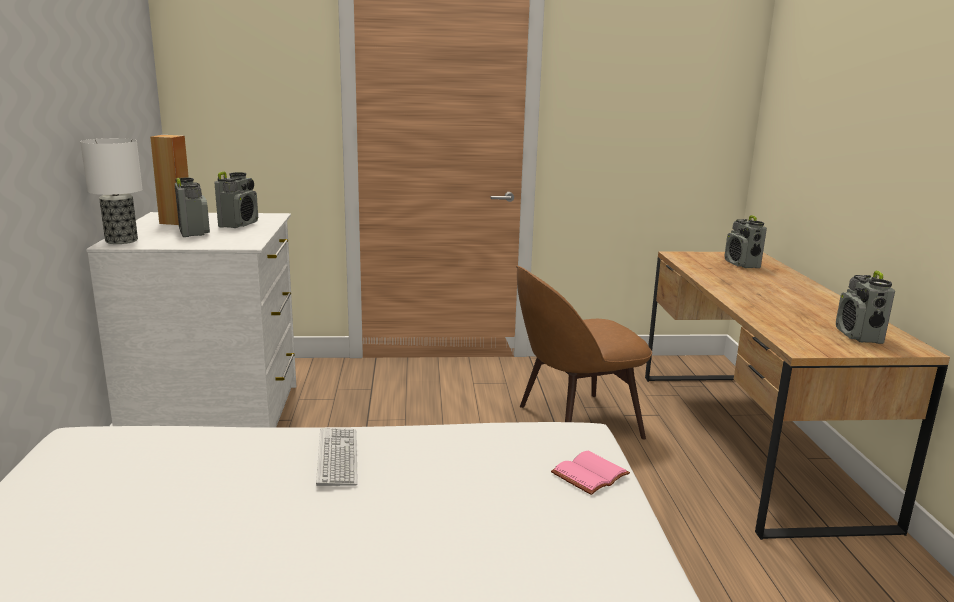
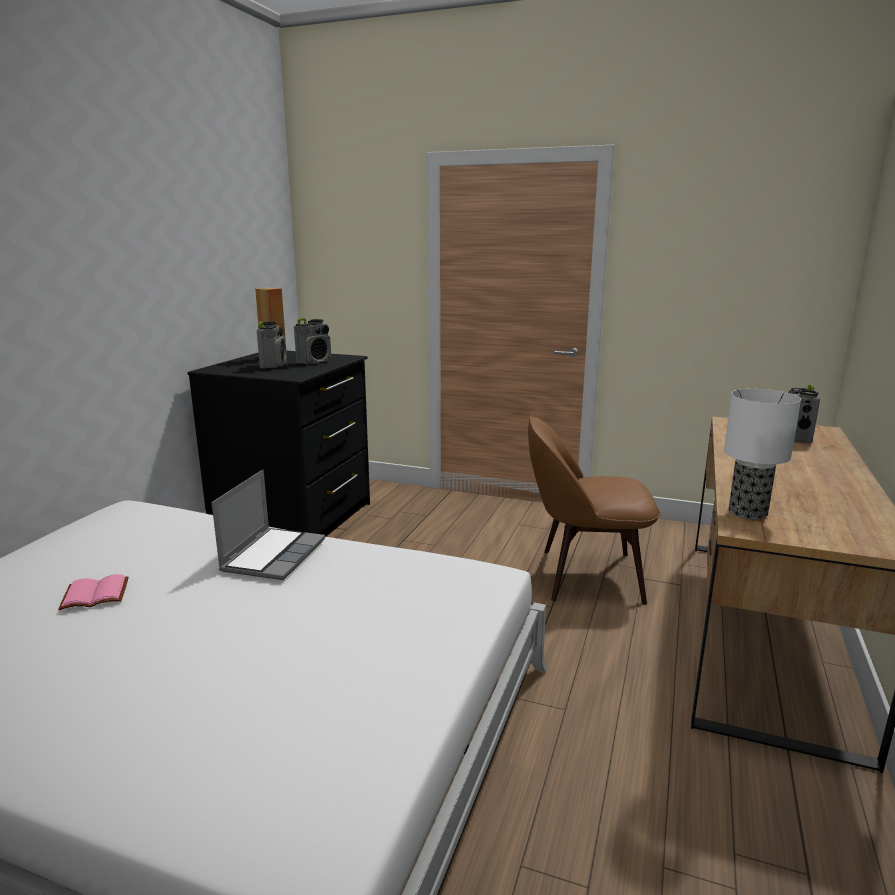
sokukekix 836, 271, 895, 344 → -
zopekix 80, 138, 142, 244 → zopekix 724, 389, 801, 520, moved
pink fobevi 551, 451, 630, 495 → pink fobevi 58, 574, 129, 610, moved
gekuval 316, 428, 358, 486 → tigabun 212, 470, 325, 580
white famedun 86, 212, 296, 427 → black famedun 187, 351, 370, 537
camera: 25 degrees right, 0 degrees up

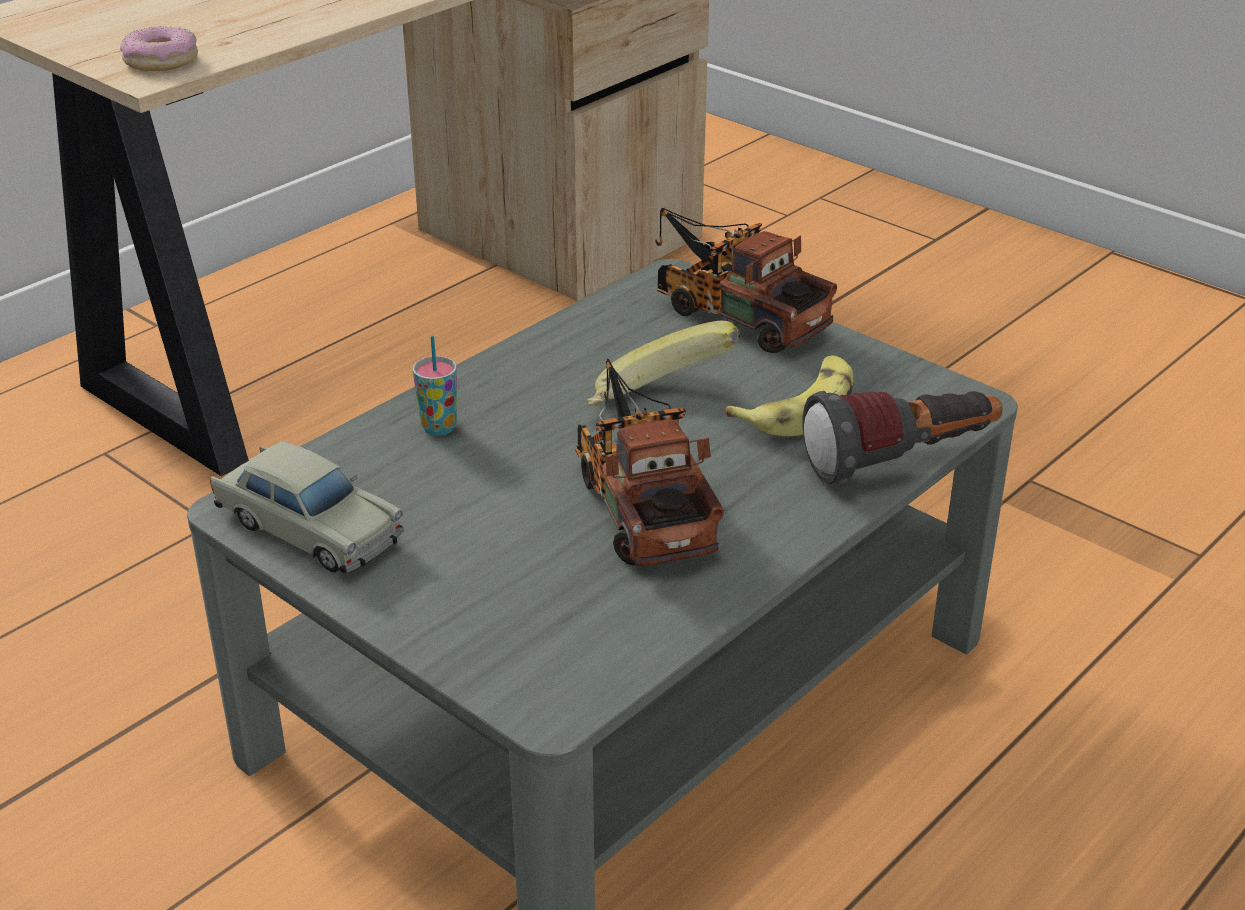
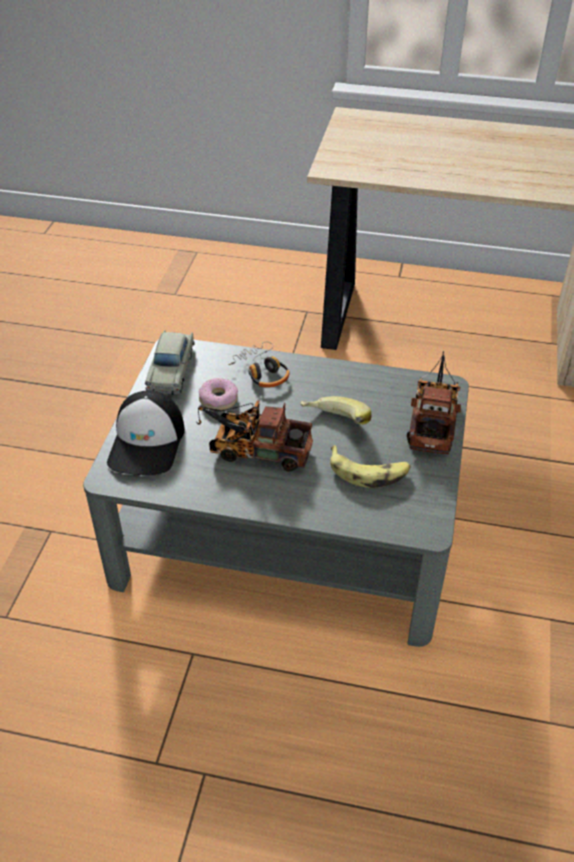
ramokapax 803, 391, 1003, 485 → -
- → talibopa 107, 390, 185, 476
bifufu 120, 26, 198, 71 → bifufu 199, 378, 238, 411, moved
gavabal 413, 335, 457, 436 → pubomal 229, 342, 290, 388
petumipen 575, 359, 724, 566 → petumipen 196, 400, 313, 472, 120 degrees counterclockwise
camera: 60 degrees right, 10 degrees up

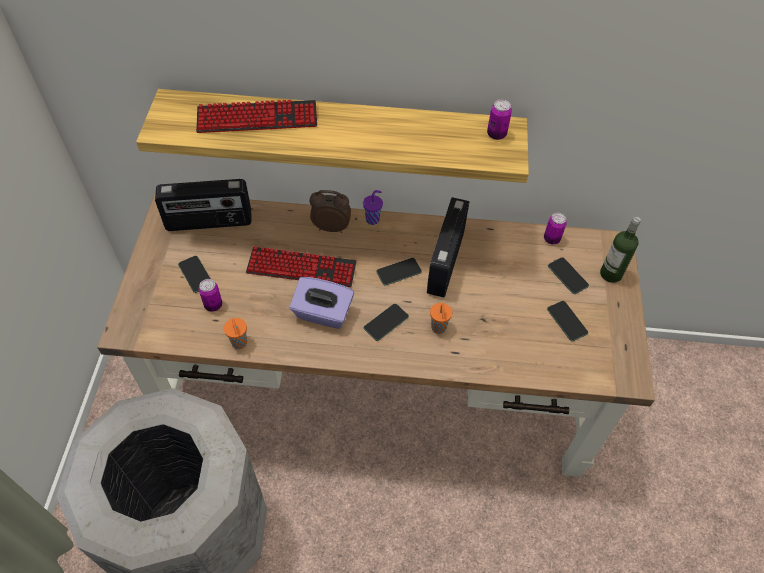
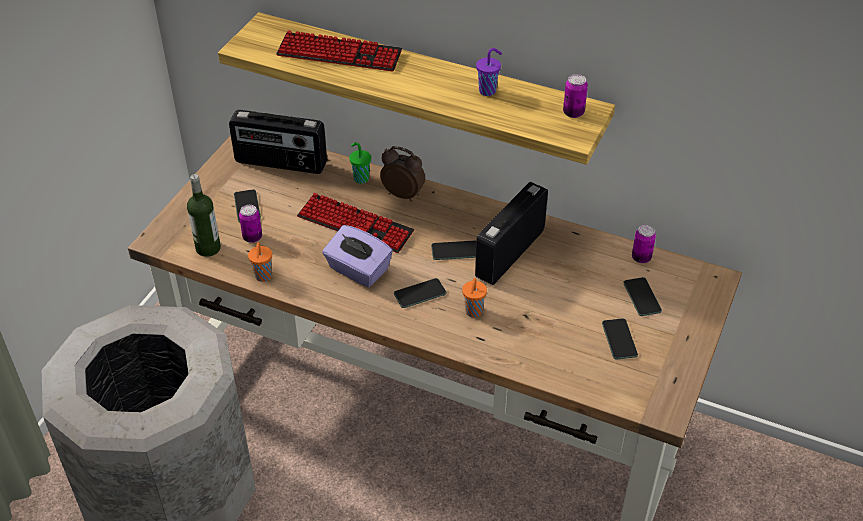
- → green gavabal 349, 142, 371, 184
purple gavabal 363, 190, 383, 225 → purple gavabal 476, 48, 502, 96, moved
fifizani 600, 217, 641, 283 → fifizani 187, 174, 221, 257, moved
camera: 20 degrees right, 10 degrees down

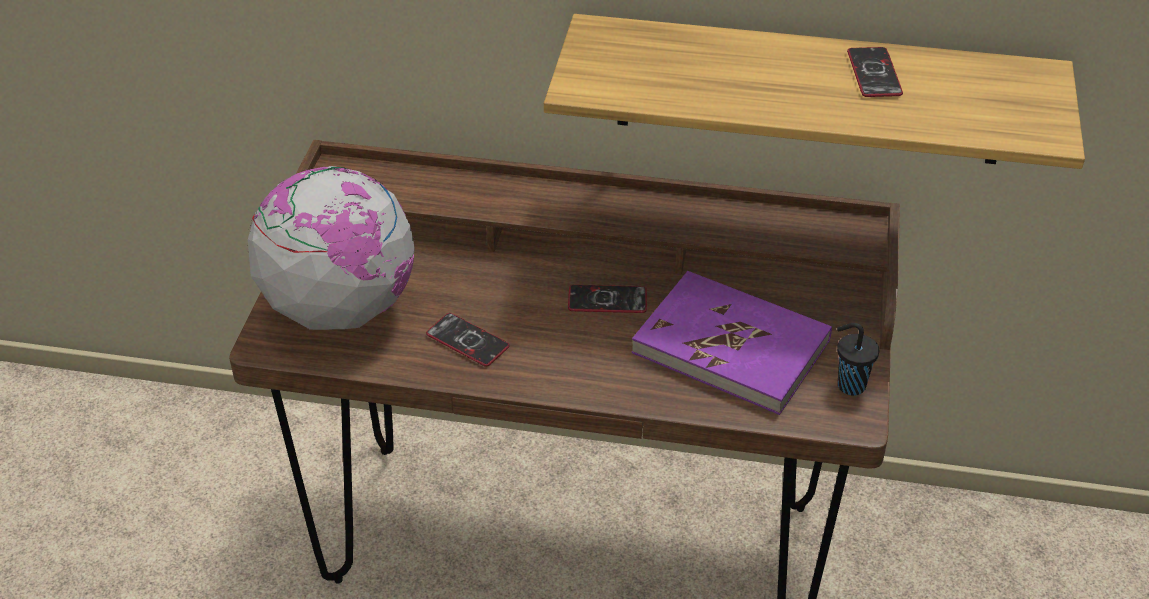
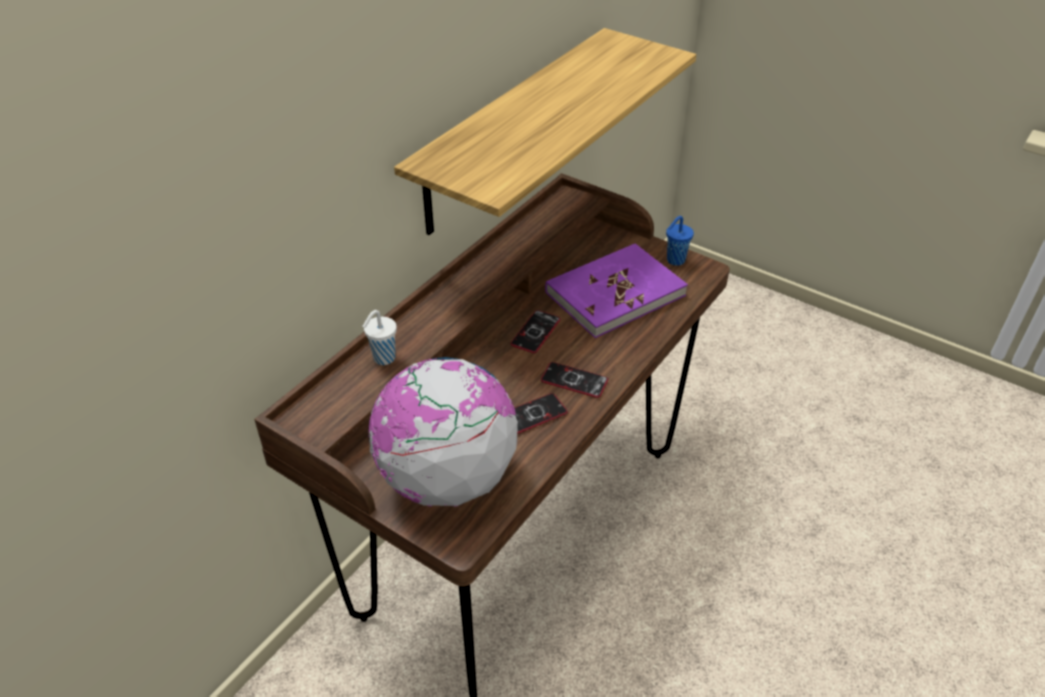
- → white gavabal 362, 310, 397, 365
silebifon 847, 47, 903, 97 → silebifon 541, 362, 608, 398, moved
black gavabal 837, 323, 879, 396 → blue gavabal 666, 216, 694, 266
camera: 65 degrees left, 0 degrees up

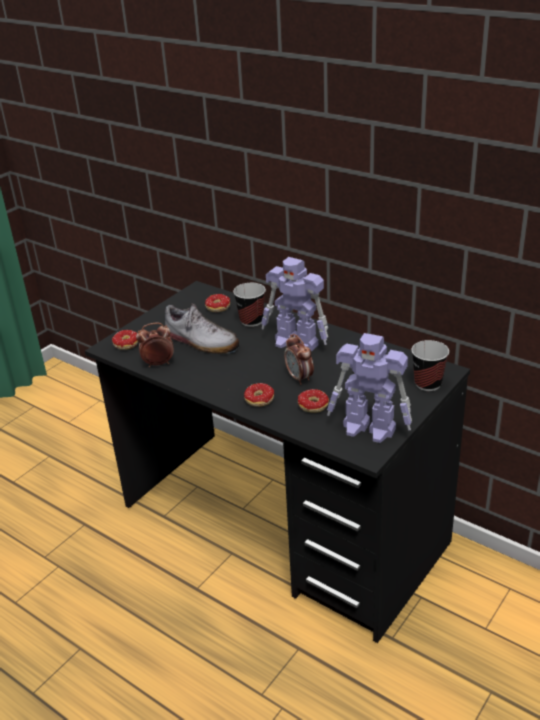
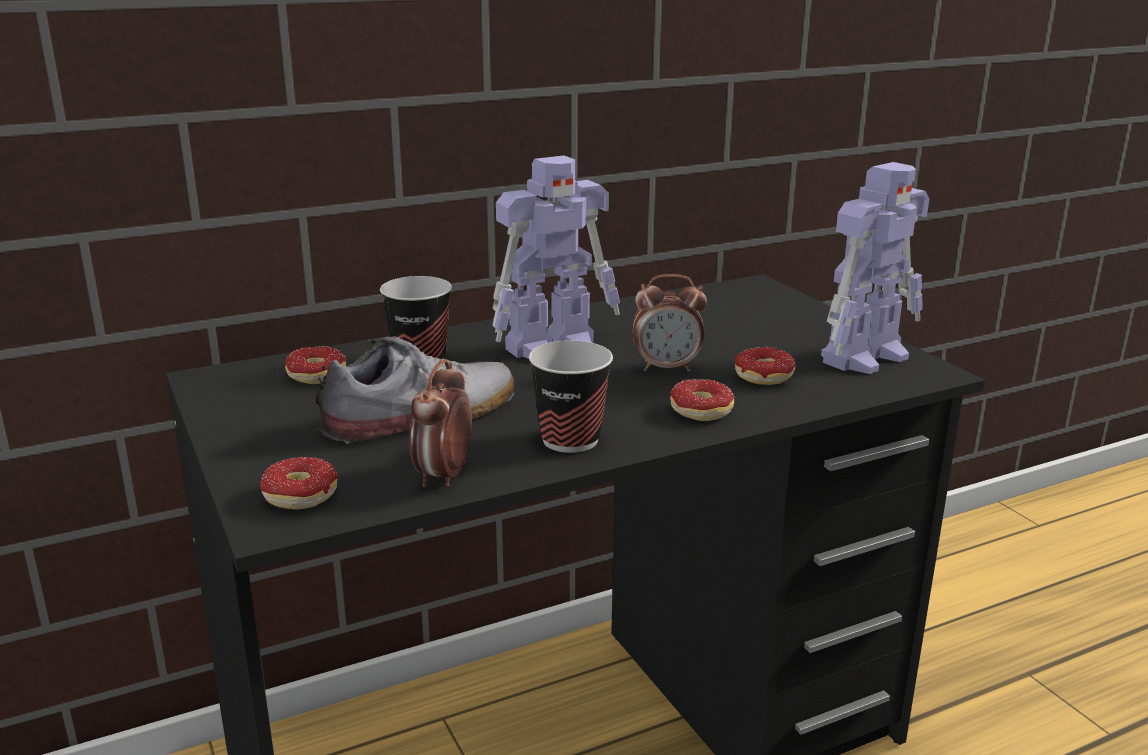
gavabal 411, 340, 449, 391 → gavabal 529, 340, 613, 453, moved
camera: 65 degrees left, 10 degrees down

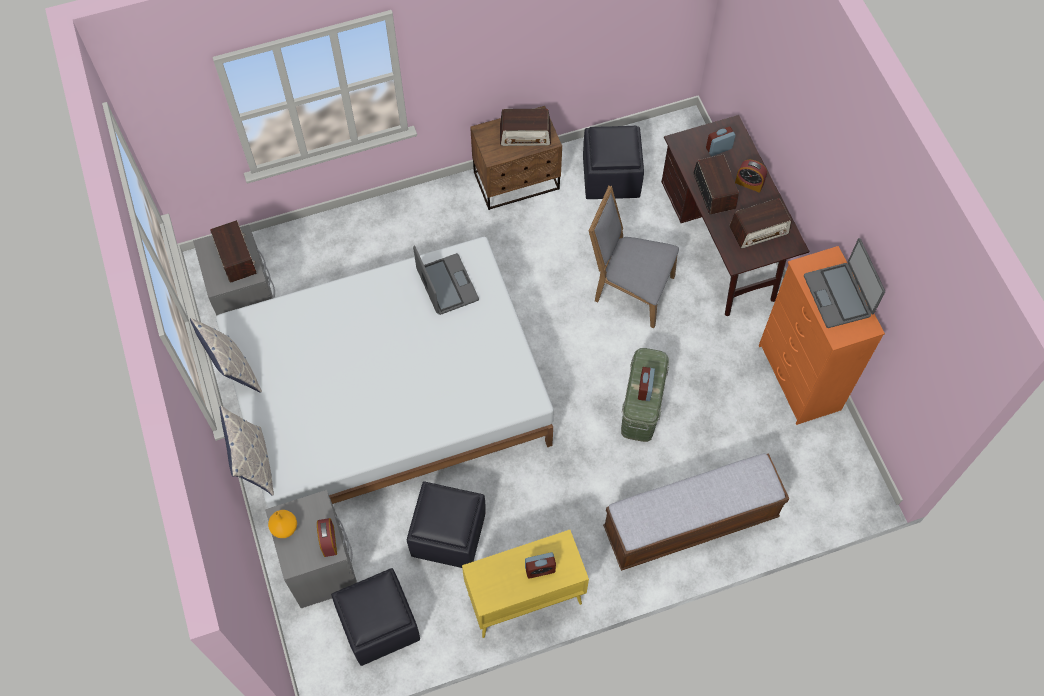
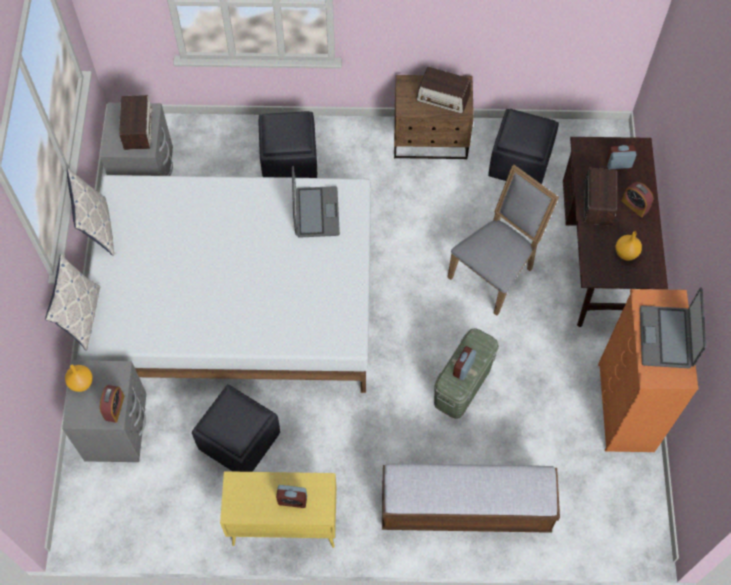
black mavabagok 331, 568, 420, 666 → black mavabagok 259, 111, 317, 178, moved
sokukekix 729, 198, 792, 249 → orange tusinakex 616, 231, 642, 261
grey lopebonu 589, 186, 679, 328 → grey lopebonu 447, 164, 559, 316, 90 degrees clockwise
camera: 20 degrees right, 0 degrees up

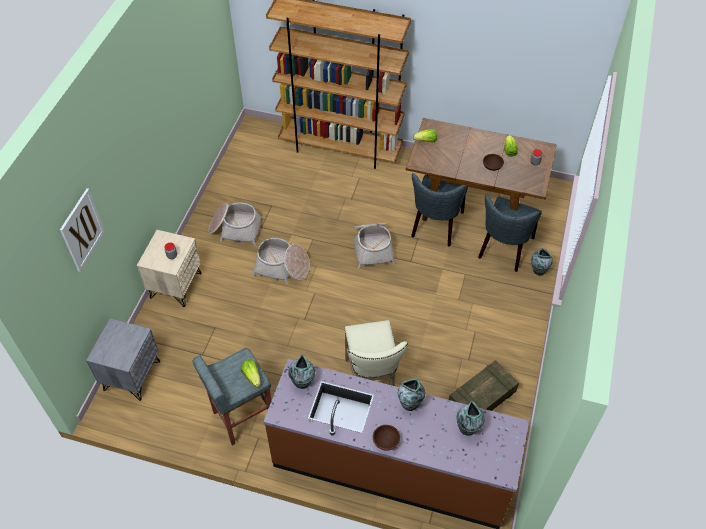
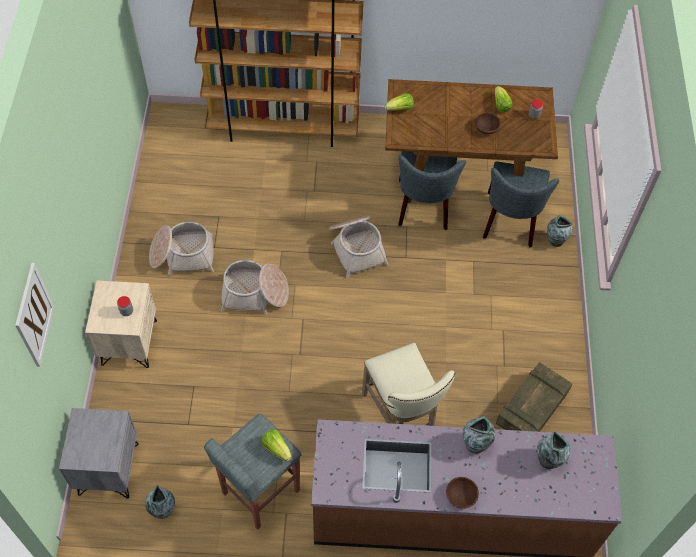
tusinakex 288, 354, 315, 389 → tusinakex 145, 485, 175, 519, moved
camera: 15 degrees left, 5 degrees up

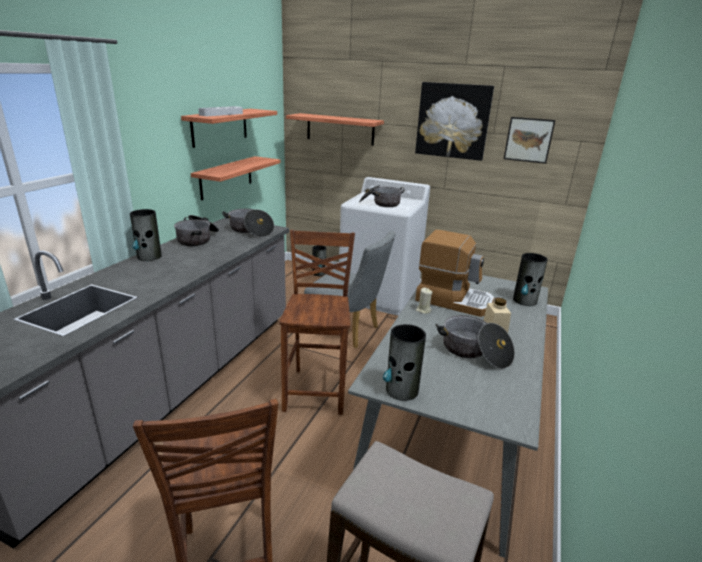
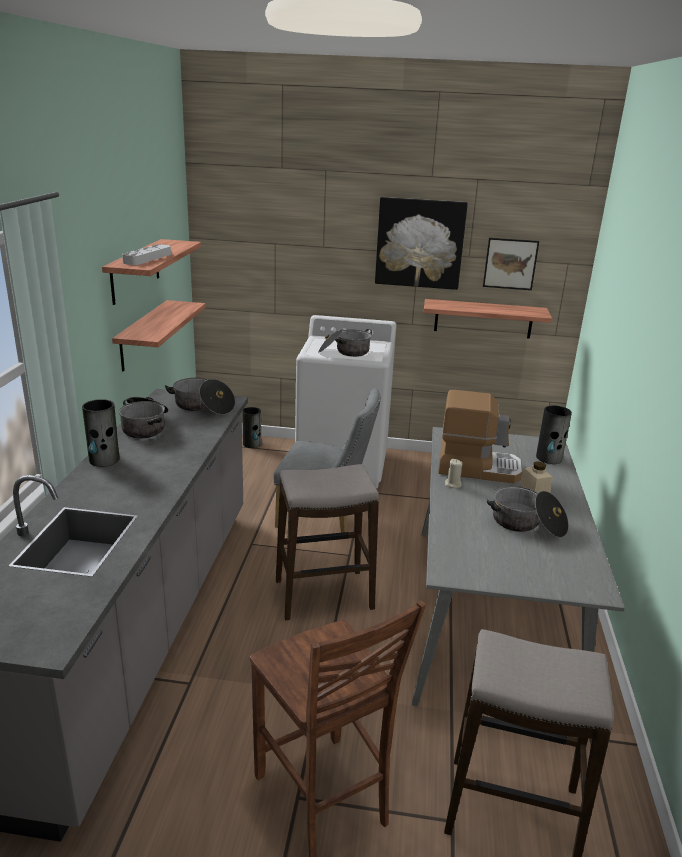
tusinakex 383, 324, 426, 401 → -
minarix 286, 113, 384, 146 → minarix 424, 299, 552, 339, moved
brown lopebonu 279, 230, 355, 415 → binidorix 276, 464, 379, 620
camera: 15 degrees left, 0 degrees up

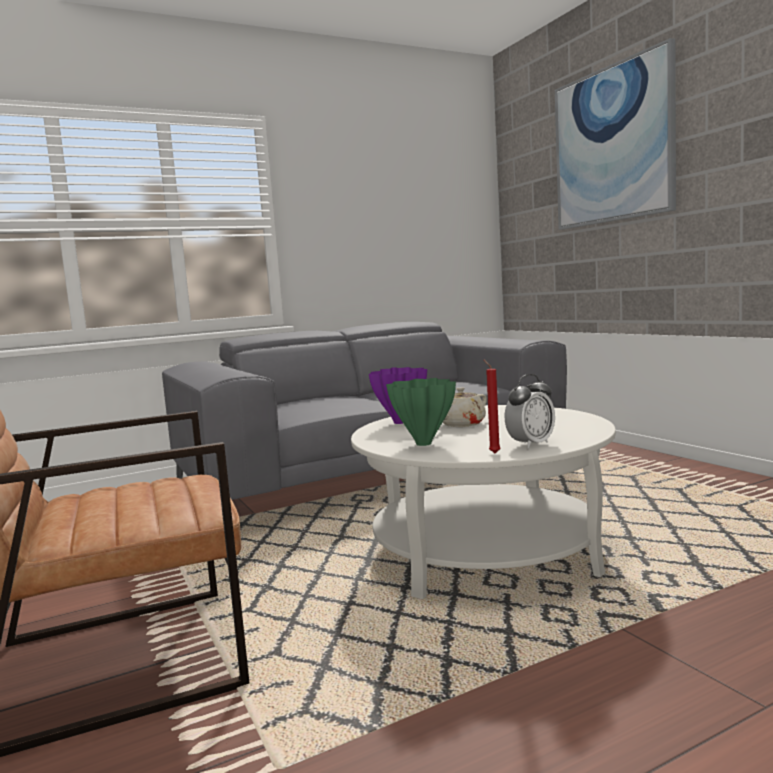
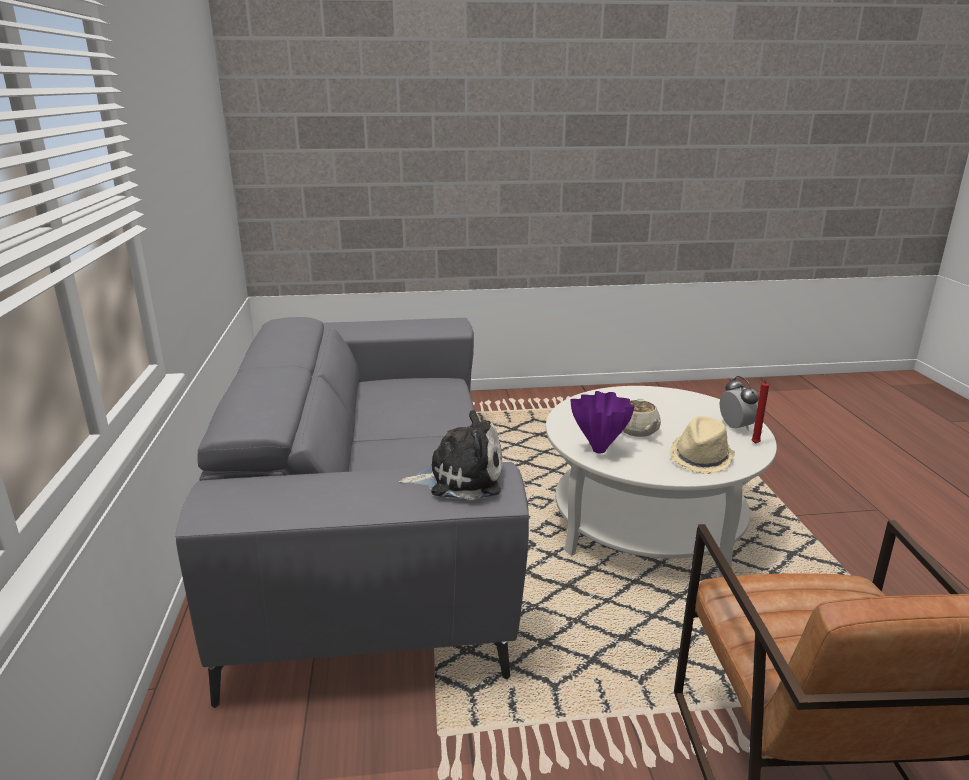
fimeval 555, 38, 676, 230 → -
- → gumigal 399, 410, 502, 500
green tusinakex 386, 378, 456, 446 → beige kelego 670, 416, 735, 474
camera: 70 degrees left, 15 degrees up

